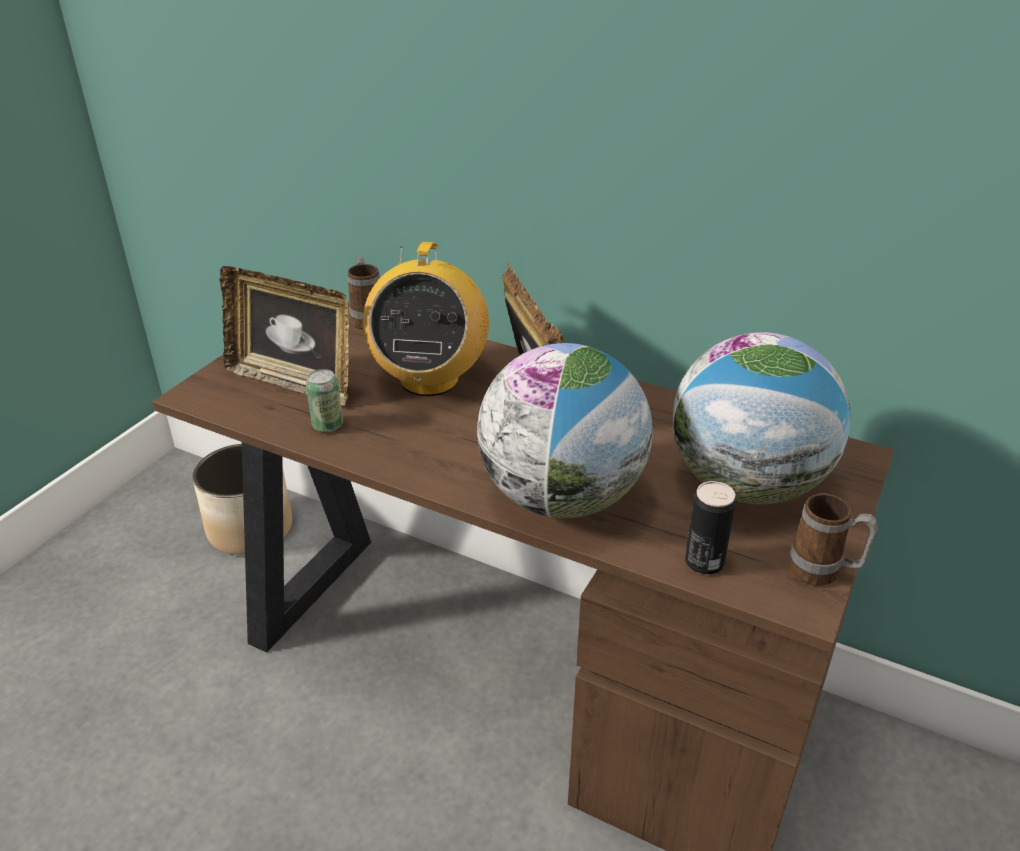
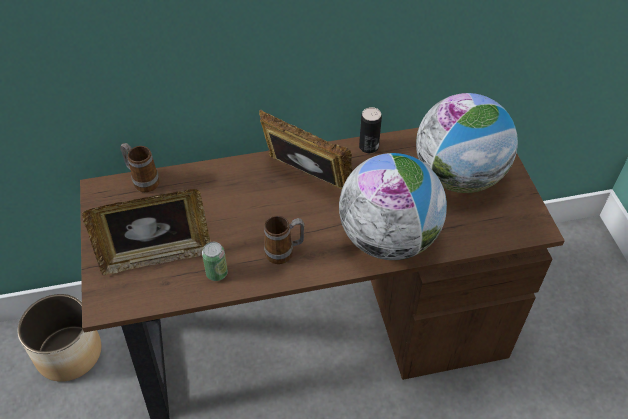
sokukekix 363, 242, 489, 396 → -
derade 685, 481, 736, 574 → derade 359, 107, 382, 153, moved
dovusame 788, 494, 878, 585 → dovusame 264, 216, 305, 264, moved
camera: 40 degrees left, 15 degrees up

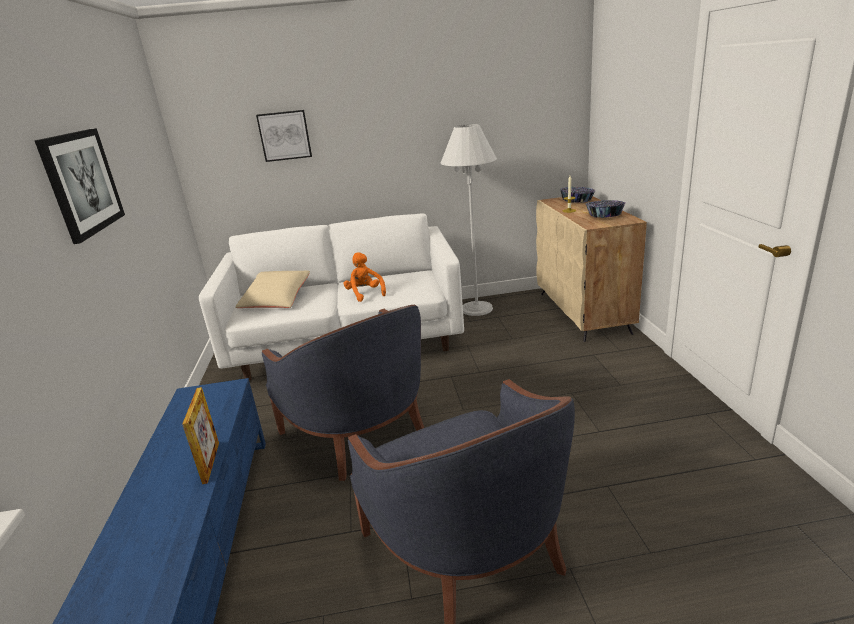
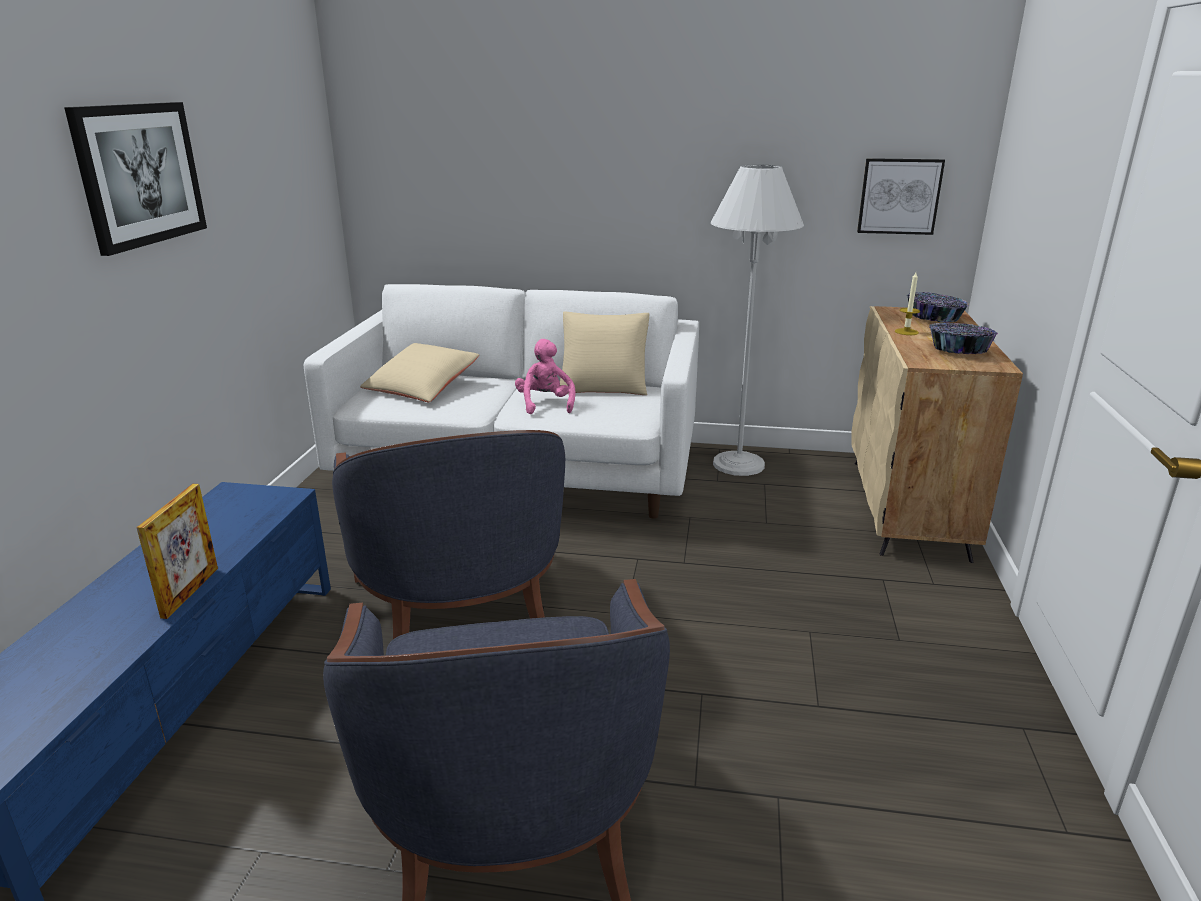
- → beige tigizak 560, 312, 649, 395
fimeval 256, 110, 312, 162 → fimeval 857, 158, 945, 235, moved
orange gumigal 343, 252, 386, 302 → pink gumigal 515, 339, 576, 414
camera: 15 degrees right, 0 degrees up

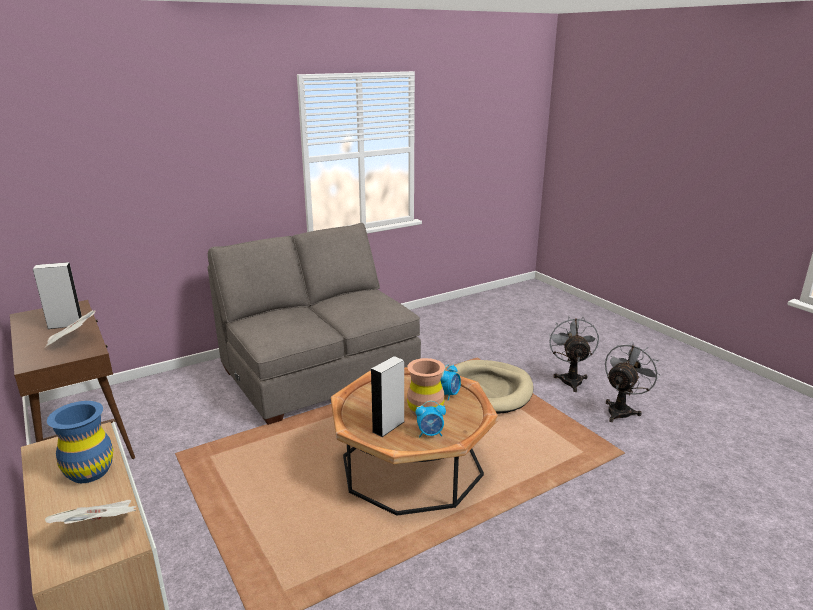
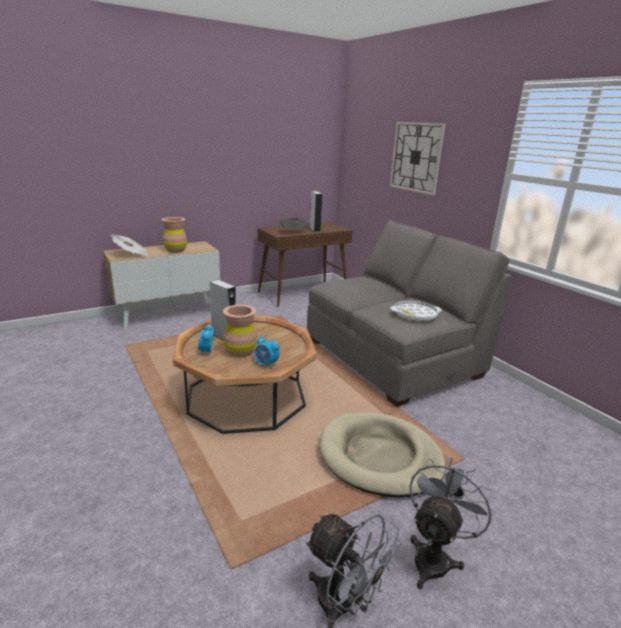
- → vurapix 390, 122, 446, 195
- → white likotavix 390, 301, 442, 322
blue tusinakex 47, 401, 113, 483 → brown tusinakex 161, 217, 187, 253
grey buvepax 549, 317, 599, 392 → grey buvepax 409, 457, 494, 590, 60 degrees counterclockwise
camera: 90 degrees right, 0 degrees up

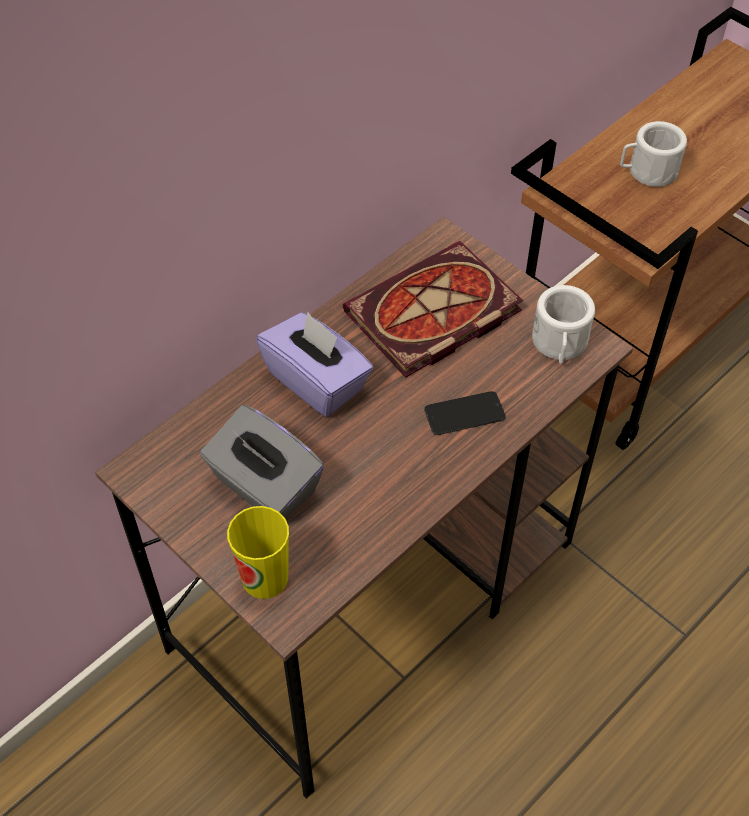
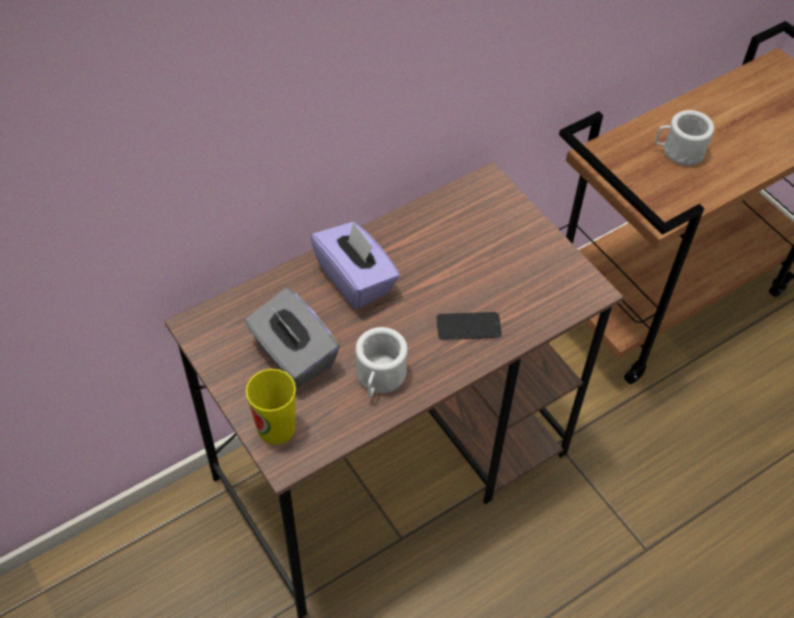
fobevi 343, 241, 523, 378 → -
white dovusame 532, 285, 595, 364 → white dovusame 356, 327, 408, 397, moved
camera: 10 degrees right, 0 degrees up

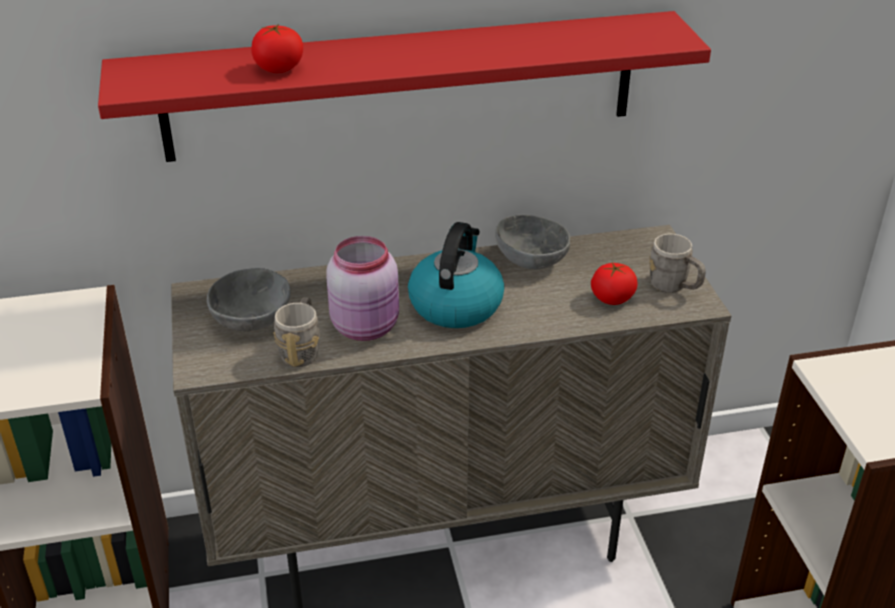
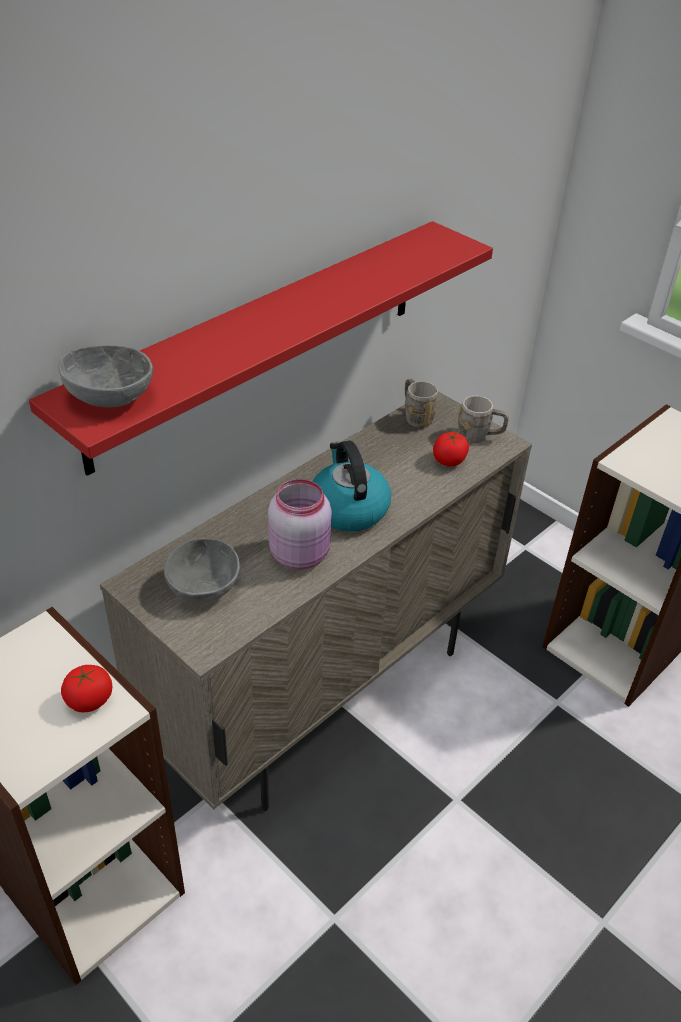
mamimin 251, 24, 303, 73 → mamimin 61, 665, 112, 712, moved
grey dovusame 273, 297, 320, 367 → grey dovusame 405, 379, 438, 428, moved
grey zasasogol 495, 215, 571, 269 → grey zasasogol 58, 345, 153, 408, moved
camera: 35 degrees left, 5 degrees up

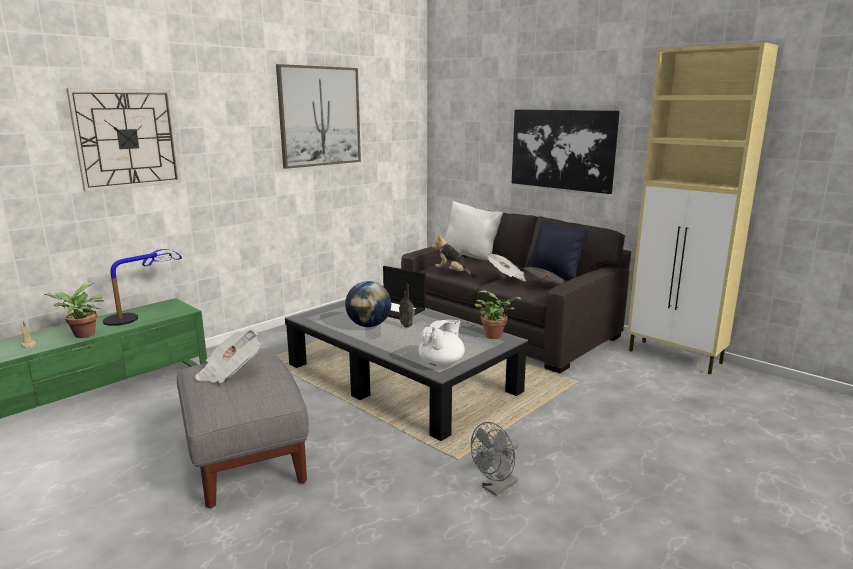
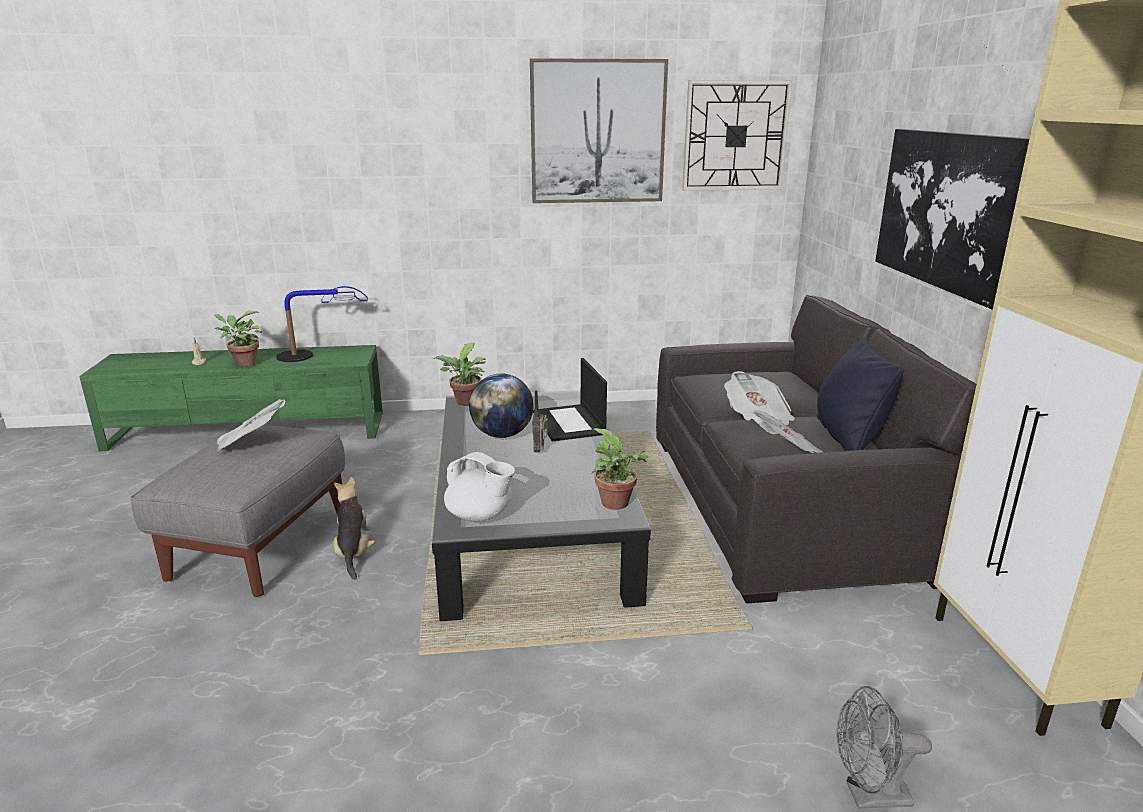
white tigizak 445, 201, 503, 260 → -
- → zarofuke 433, 343, 486, 406
vurapix 66, 88, 181, 192 → vurapix 682, 80, 793, 191, moved
gumigal 432, 234, 477, 278 → gumigal 333, 477, 376, 580, moved
grey buvepax 471, 422, 519, 496 → grey buvepax 837, 686, 932, 809, moved
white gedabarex 419, 320, 465, 367 → white gedabarex 444, 452, 515, 522, 45 degrees clockwise
camera: 40 degrees right, 5 degrees up

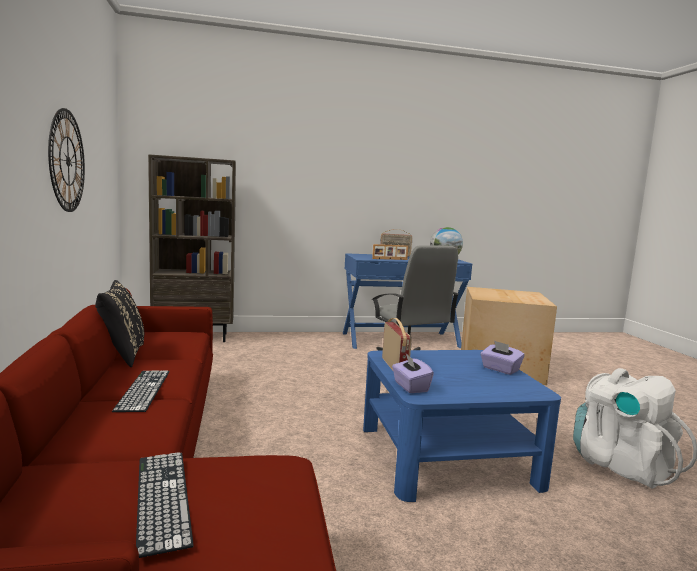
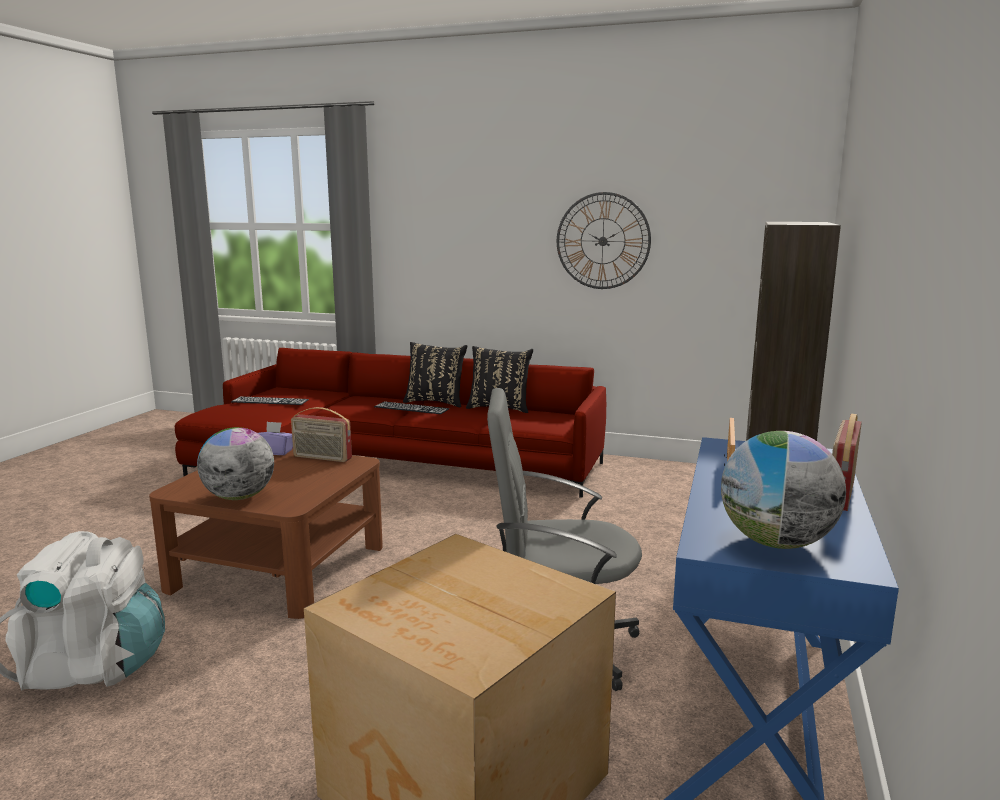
- → black tigizak 403, 342, 467, 407
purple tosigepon 480, 340, 525, 375 → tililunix 197, 427, 274, 500
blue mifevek 363, 350, 561, 502 → brown mifevek 149, 449, 383, 619
camera: 120 degrees right, 5 degrees up

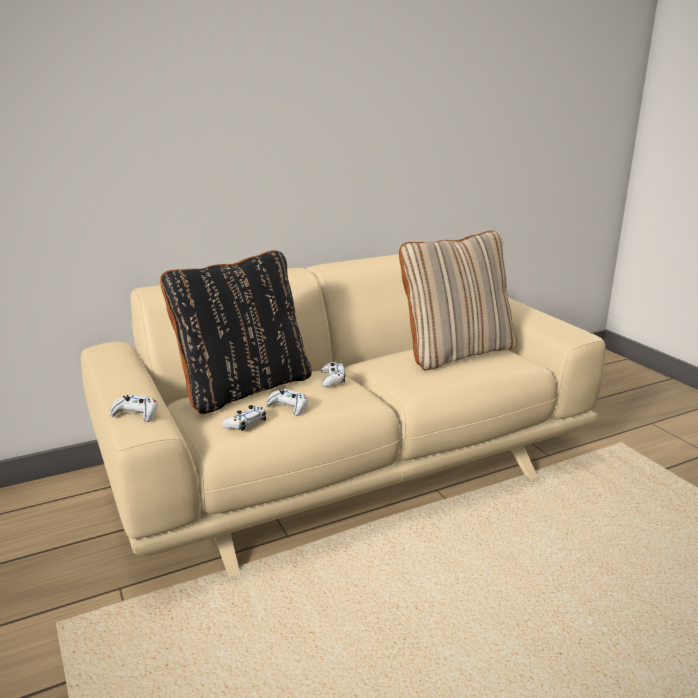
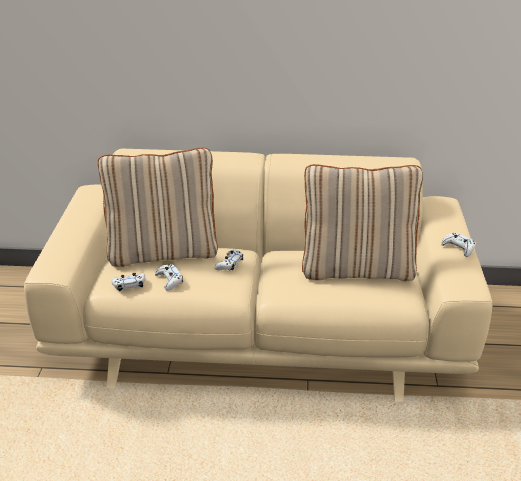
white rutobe 110, 395, 158, 422 → white rutobe 441, 233, 476, 257, moved
black tigizak 160, 250, 312, 414 → beige tigizak 98, 147, 218, 267
camera: 30 degrees right, 10 degrees up

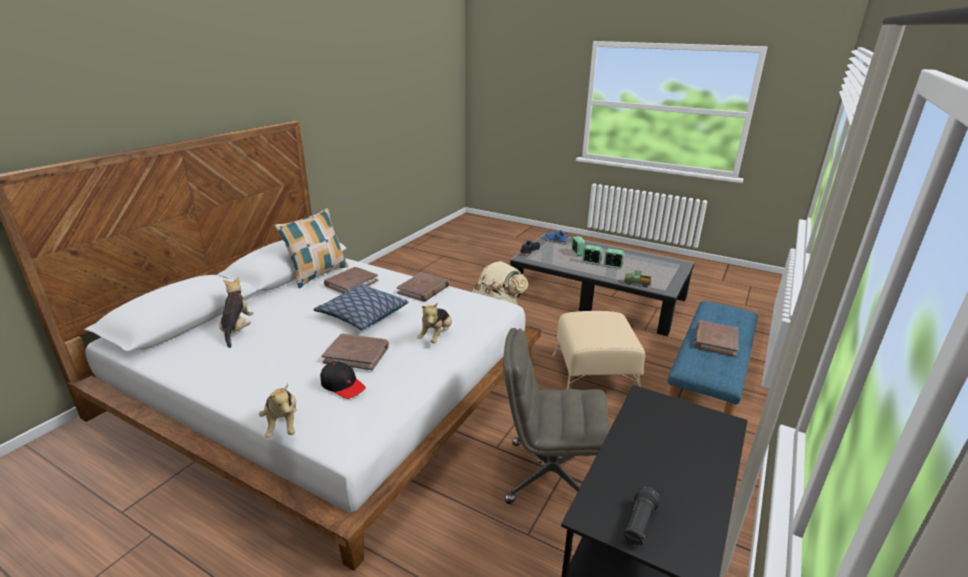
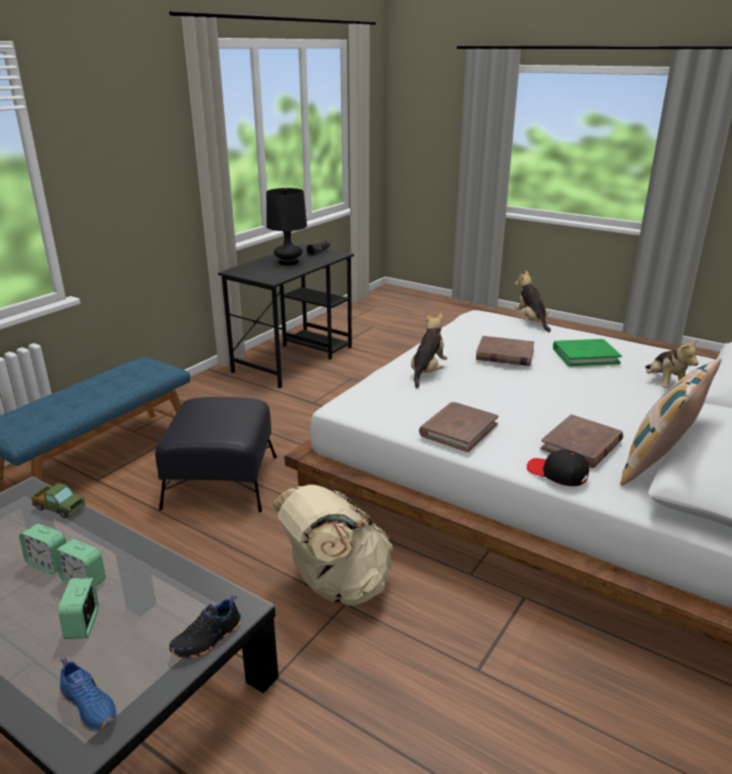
tigizak 313, 284, 409, 330 → -
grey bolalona 503, 328, 610, 504 → -
brown fobevi 694, 320, 738, 357 → -
- → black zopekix 266, 188, 307, 265
- → green fobevi 553, 339, 622, 366
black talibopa 320, 361, 366, 399 → black talibopa 527, 450, 589, 486, moved
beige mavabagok 553, 311, 645, 389 → black mavabagok 155, 397, 277, 512
camera: 175 degrees left, 0 degrees up

